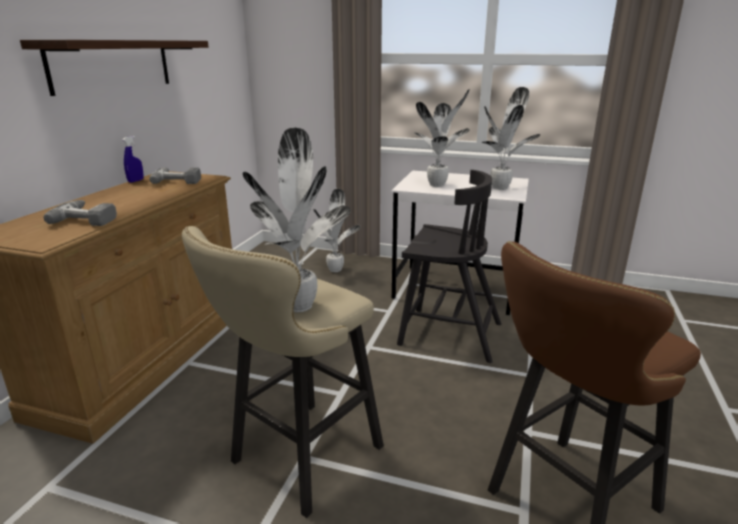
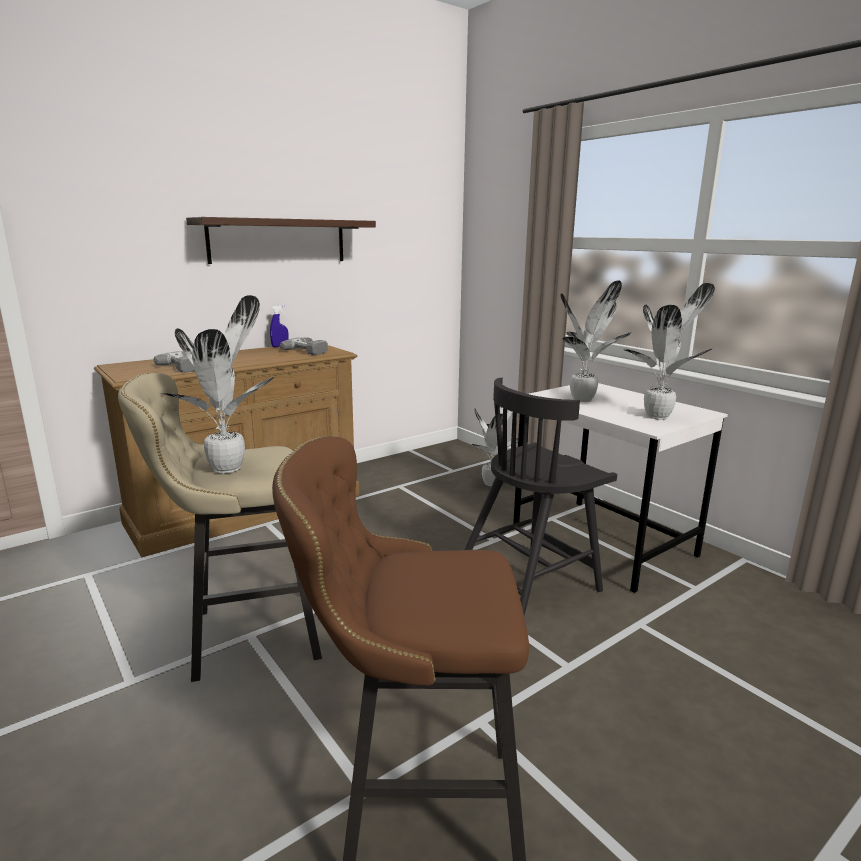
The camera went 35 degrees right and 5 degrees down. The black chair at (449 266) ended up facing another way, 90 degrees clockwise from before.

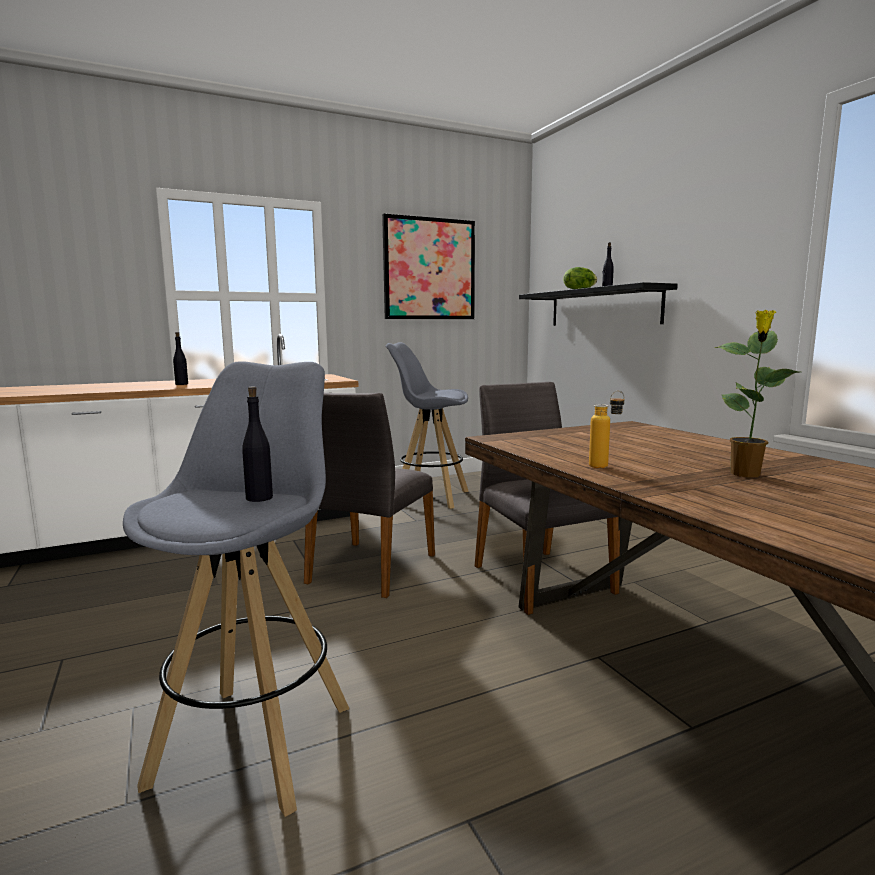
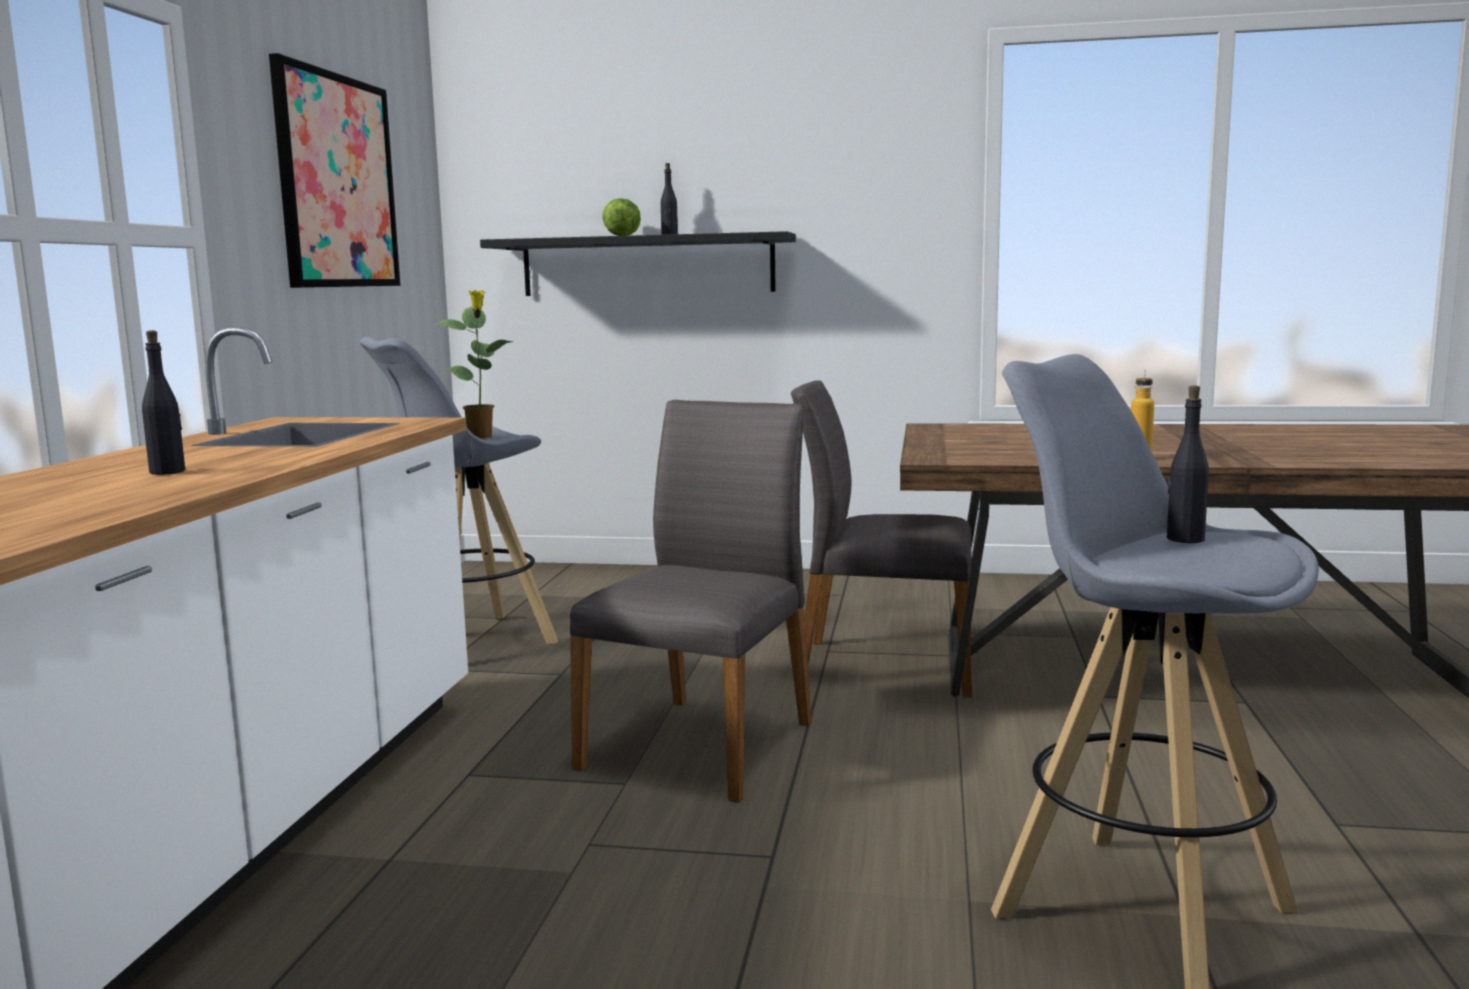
The camera went 55 degrees left and 0 degrees up. The potted plant ended up elsewhere, having gone from (757 393) to (474 364). The grey chair at (369 495) ended up facing another way, 120 degrees counterclockwise from before.

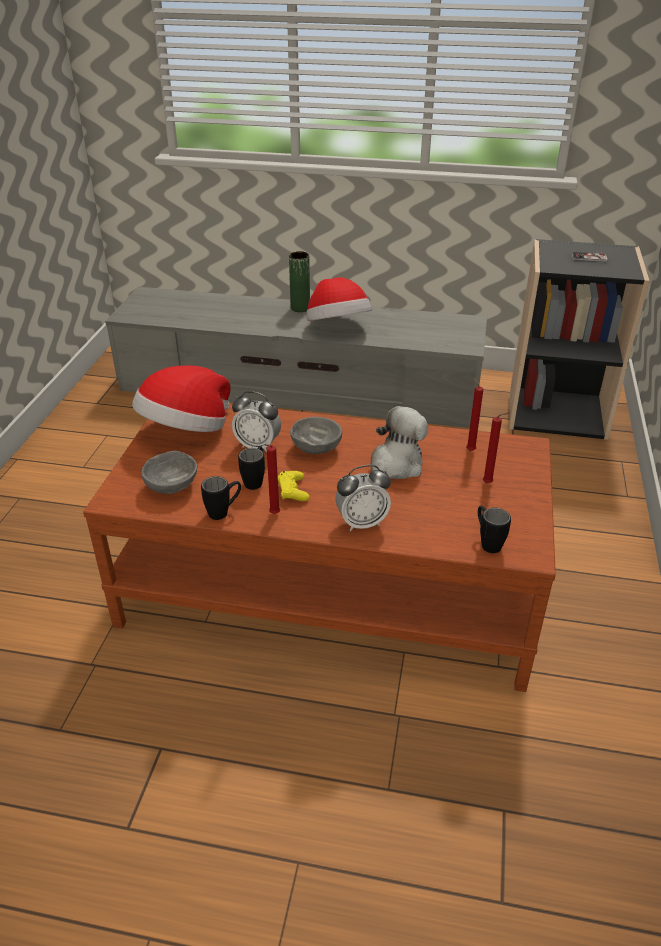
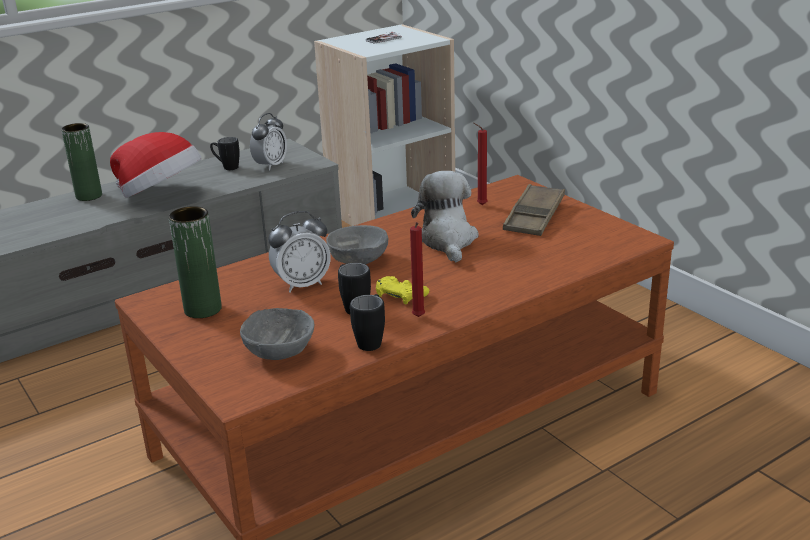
The camera went 45 degrees left and 10 degrees down. What was the black bookcase at (579 339) turned into the white bookcase at (384 125). Where the hat stood at (181 398), the green vase came to stand at (195 262). Where the red candle stood at (495 448), the brown tray came to stand at (534 210). The alarm clock ended up elsewhere, having gone from (363 498) to (268 141). The black mug ended up elsewhere, having gone from (494 529) to (225 153).

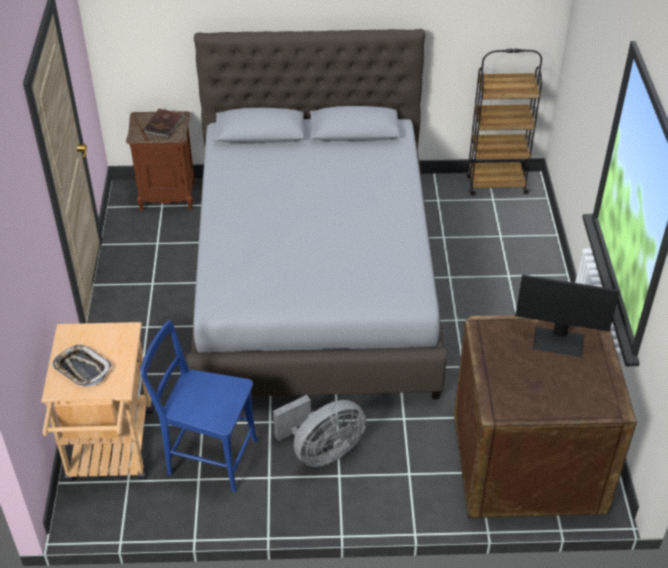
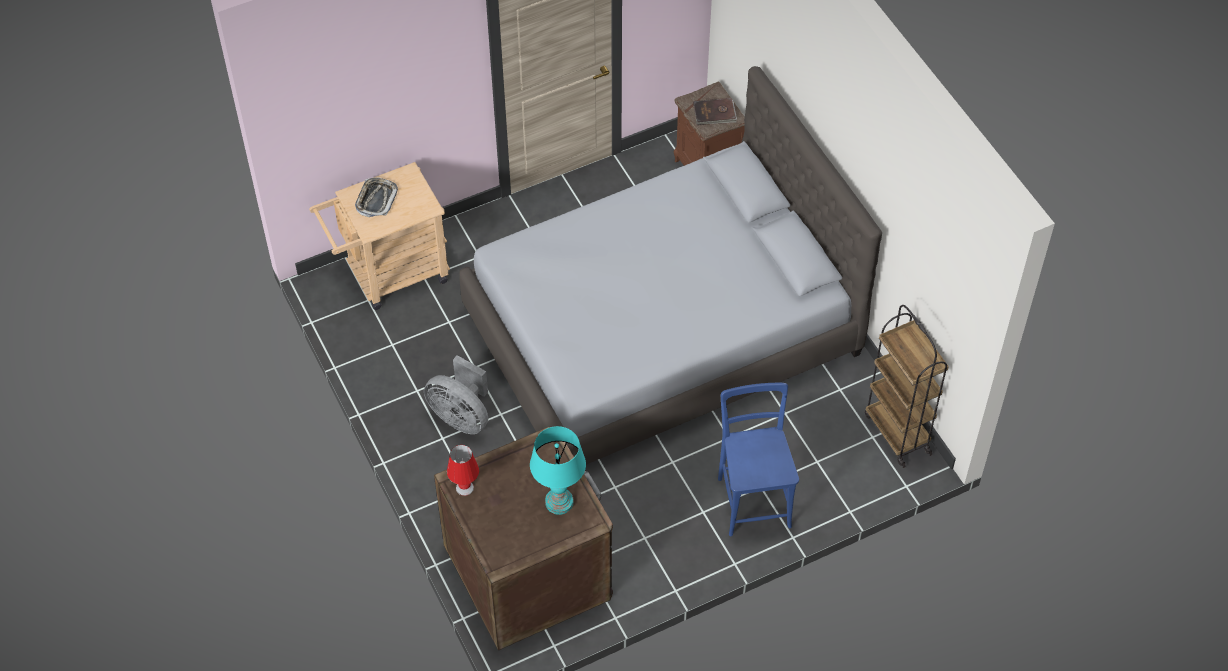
The camera went 65 degrees right and 10 degrees up. Where the monitor stood at (567 315), the turquoise table lamp came to stand at (558 470). The blue chair ended up elsewhere, having gone from (199 406) to (758 459). The second view gained the red table lamp at (463 470).

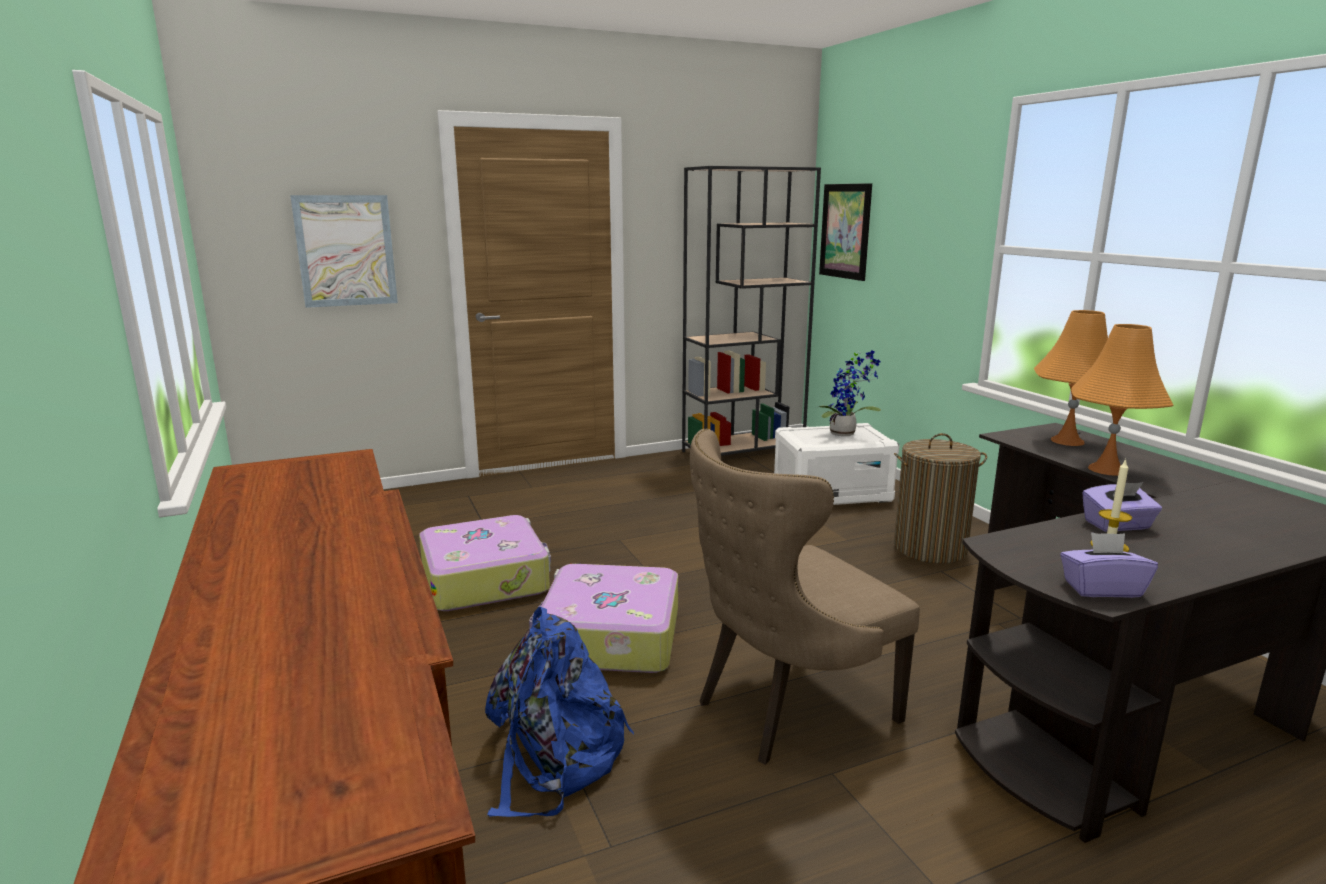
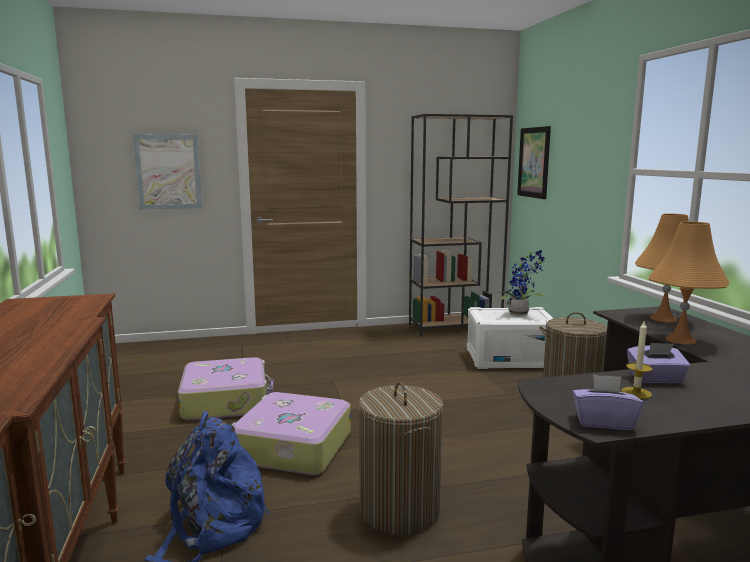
The camera went 10 degrees right and 5 degrees down. Where the beige chair stood at (805 597), the laundry basket came to stand at (401 458).

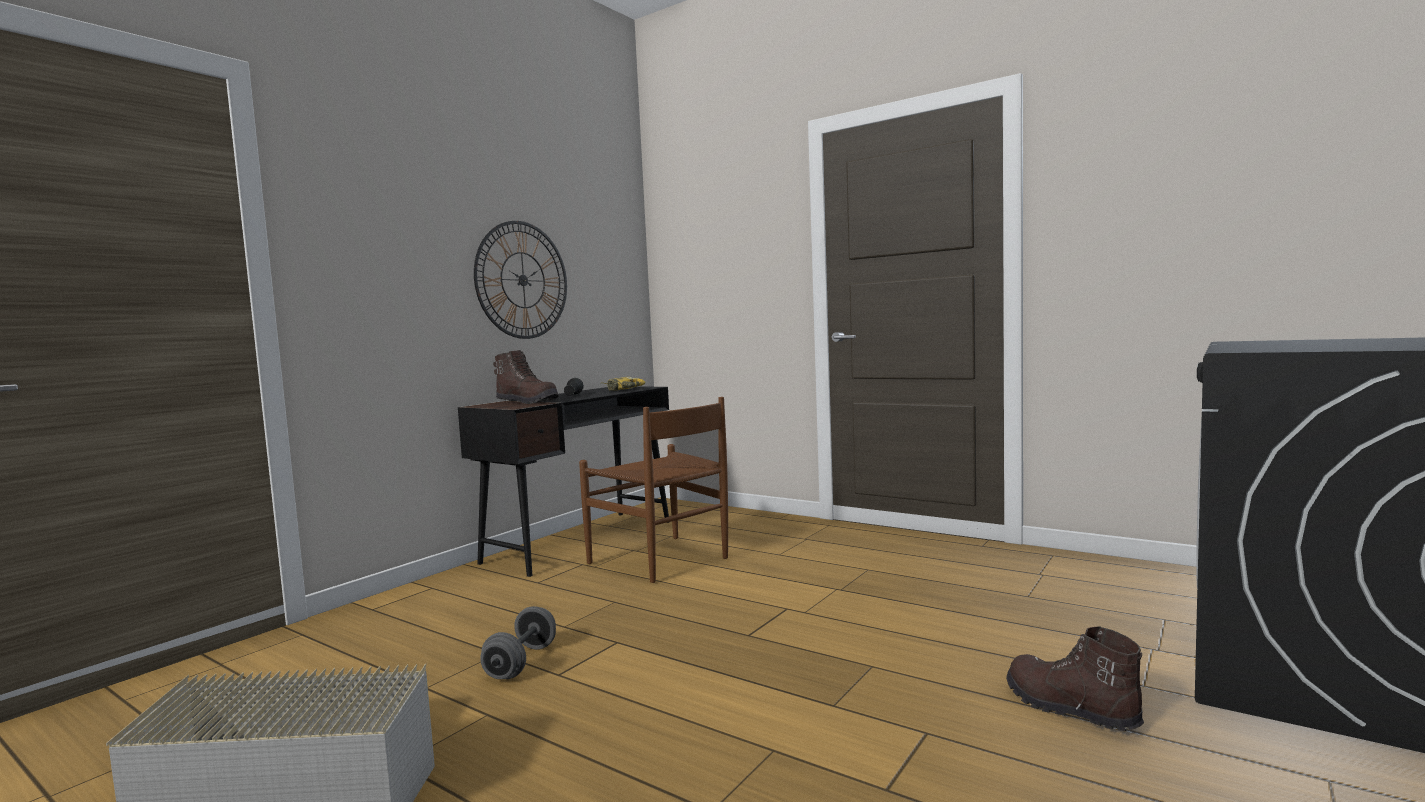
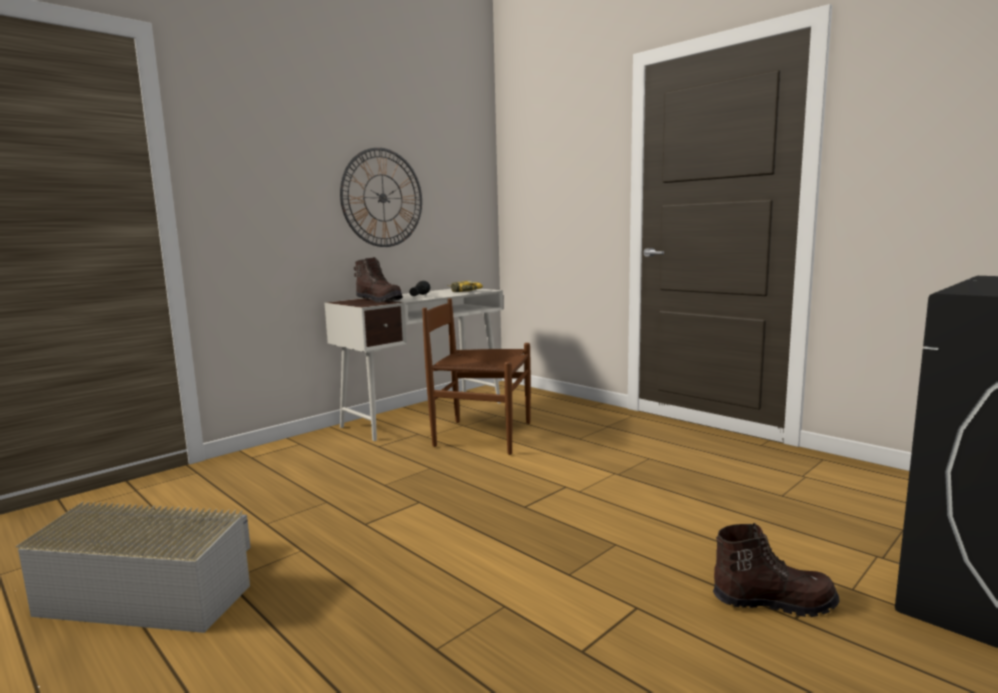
The camera went 10 degrees right and 5 degrees up. What was the black desk at (563 481) turned into the white desk at (413 365). The brown chair at (653 490) ended up facing another way, 135 degrees clockwise from before. The second view lost the grey dumbbell at (518 642). The brown boot at (1075 679) ended up facing another way, 120 degrees clockwise from before.

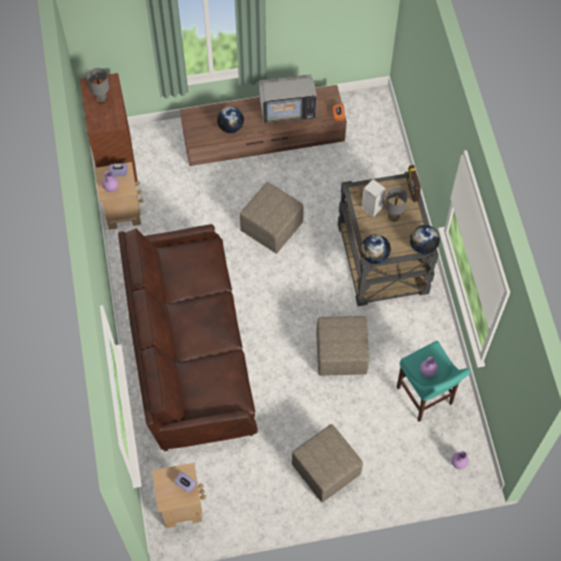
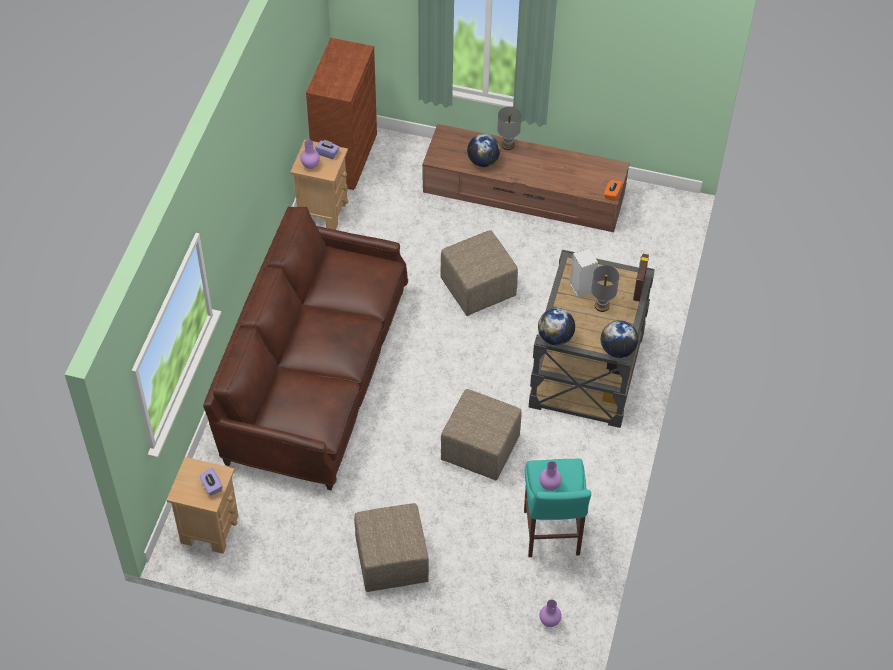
The camera went 25 degrees right and 10 degrees down. The grey table lamp ended up elsewhere, having gone from (98 86) to (509 128). The second view lost the television at (288 99).

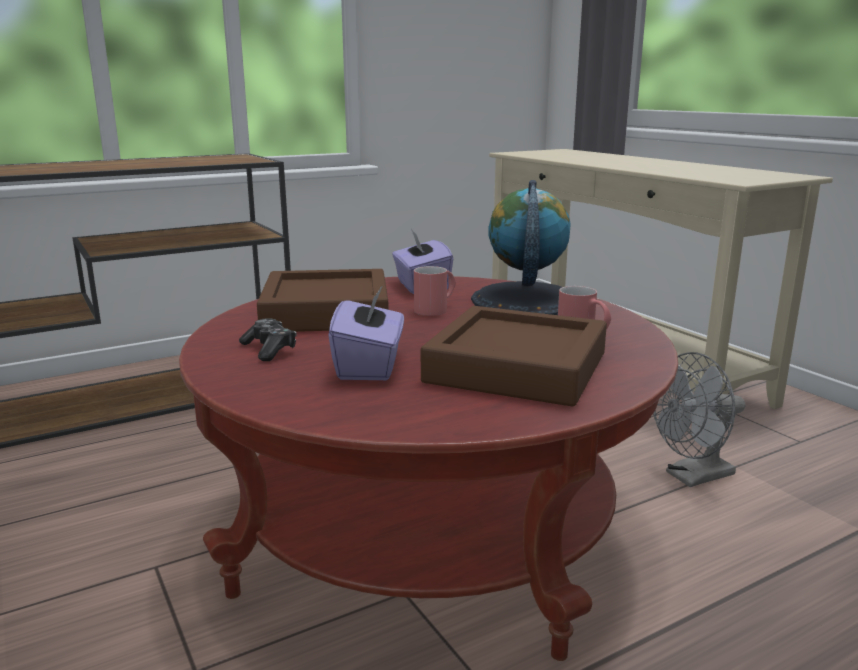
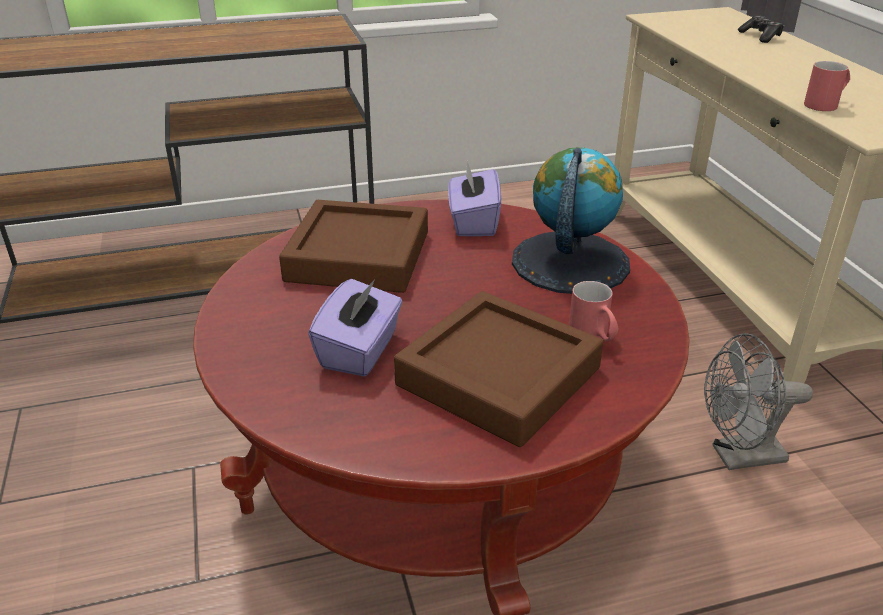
The camera went 15 degrees right and 15 degrees up. The red mug ended up elsewhere, having gone from (435 291) to (827 86). The game controller ended up elsewhere, having gone from (267 339) to (761 29).

